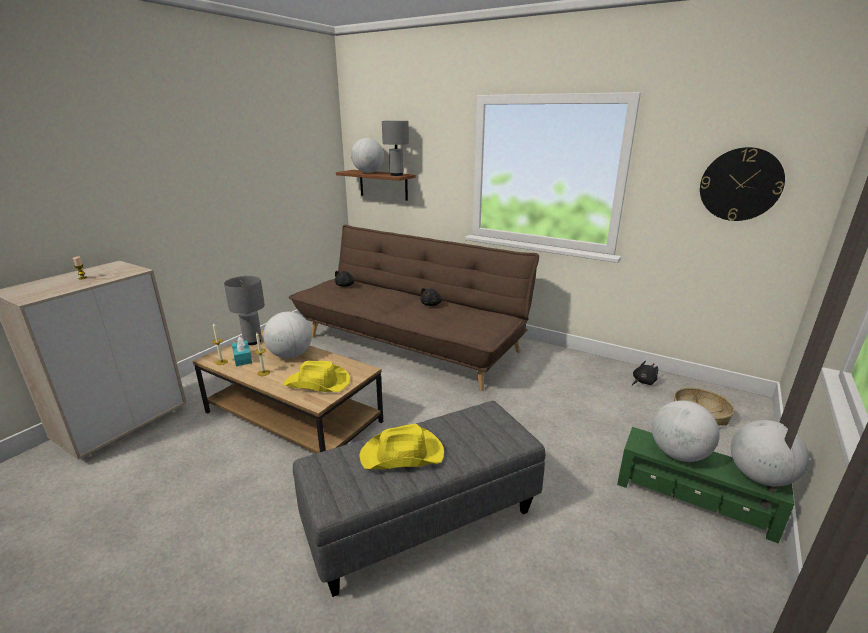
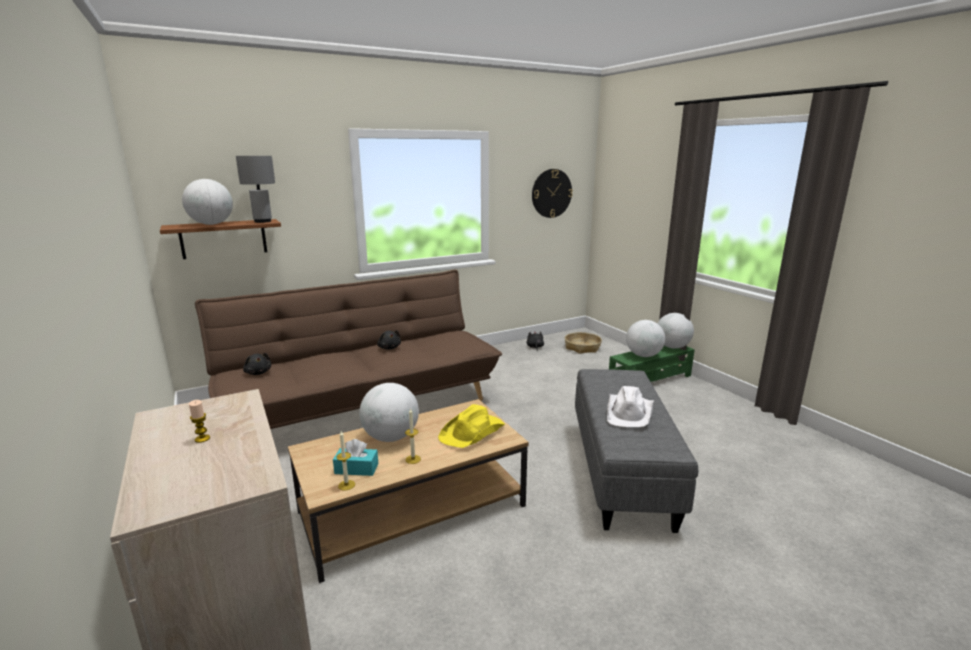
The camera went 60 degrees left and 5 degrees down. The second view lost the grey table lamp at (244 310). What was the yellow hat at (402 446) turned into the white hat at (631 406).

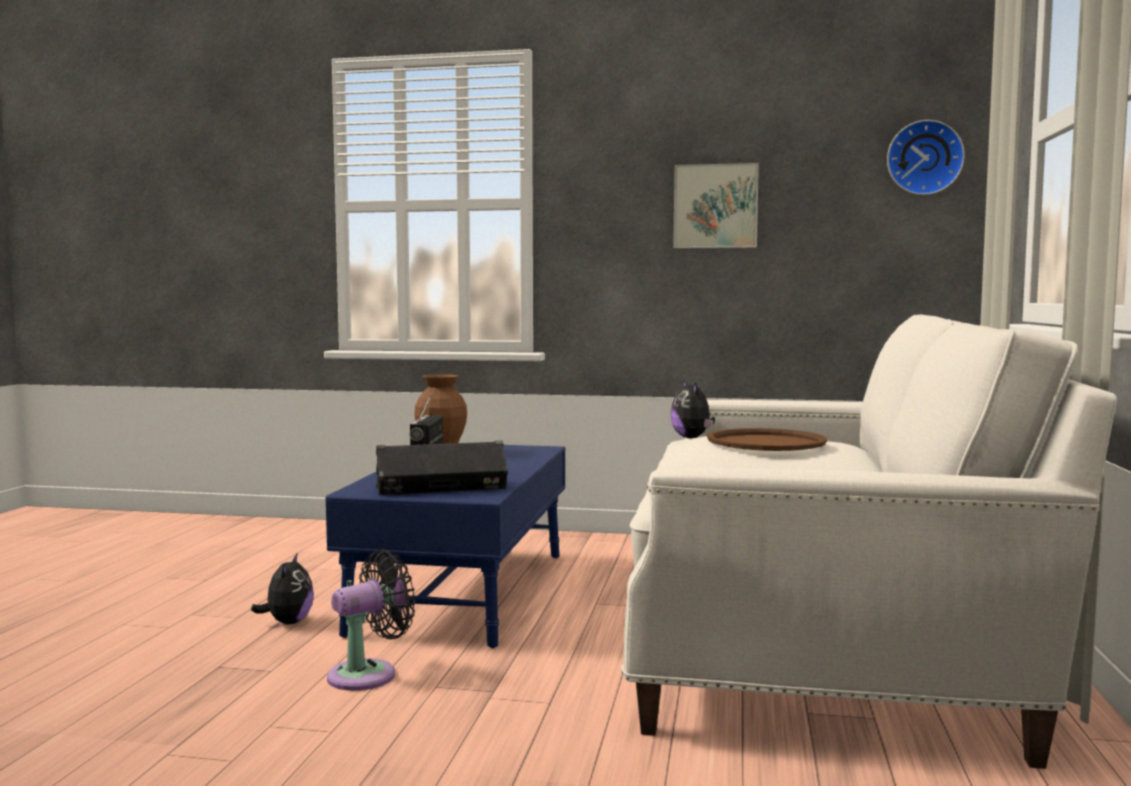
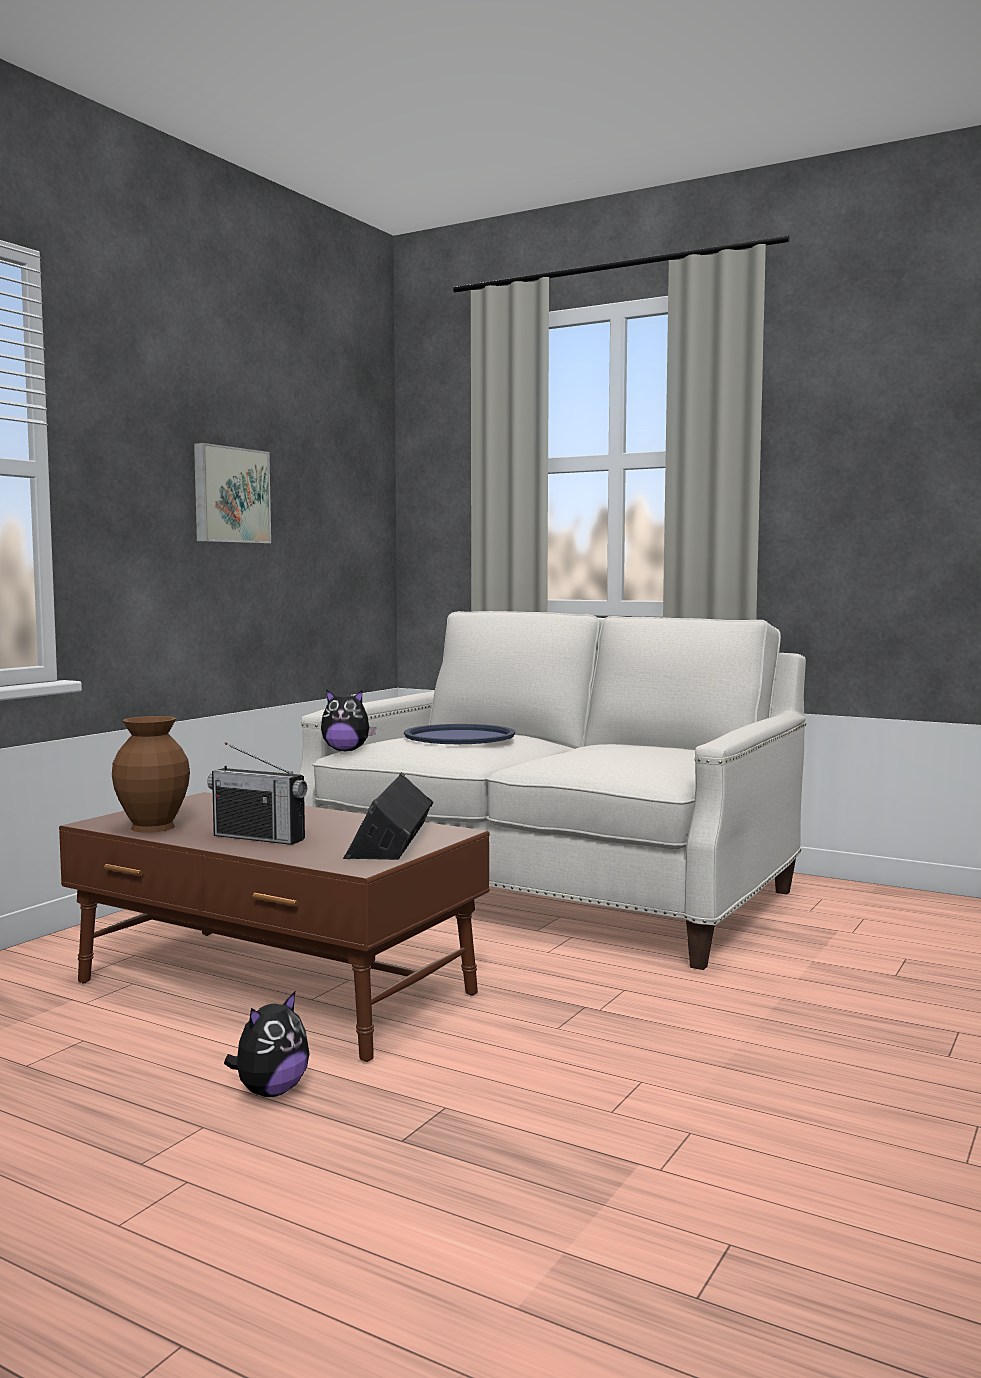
The camera went 70 degrees left and 0 degrees up. The second view lost the wall clock at (926 157). What was the brown tray at (767 439) turned into the blue tray at (459 734). What was the blue coffee table at (445 546) turned into the brown coffee table at (274 927). The second view lost the black fan at (371 620). The plush toy at (282 588) ended up facing another way, 105 degrees clockwise from before.

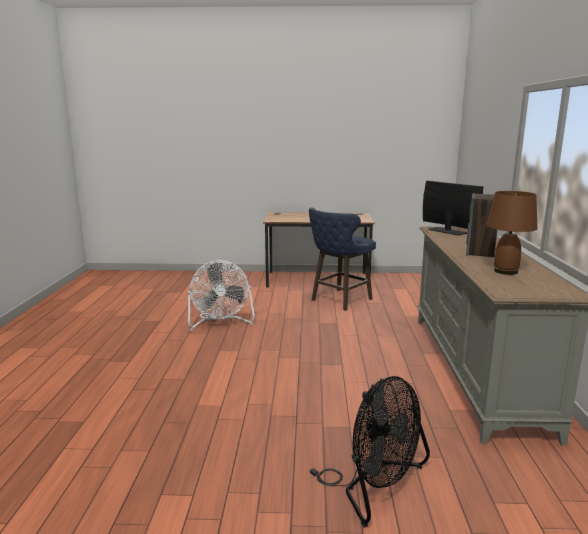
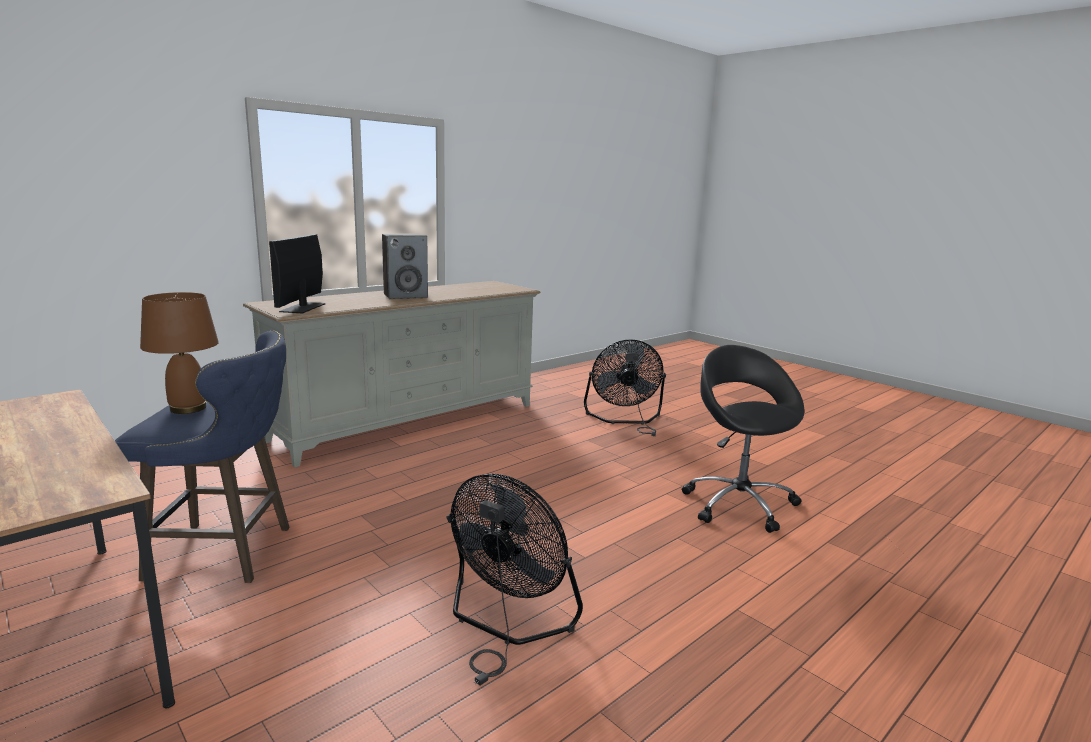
The camera went 135 degrees left and 0 degrees up. The brown table lamp ended up elsewhere, having gone from (511 233) to (179 353). What was the white fan at (221 295) turned into the black fan at (514 579). The second view gained the black office chair at (743 439).

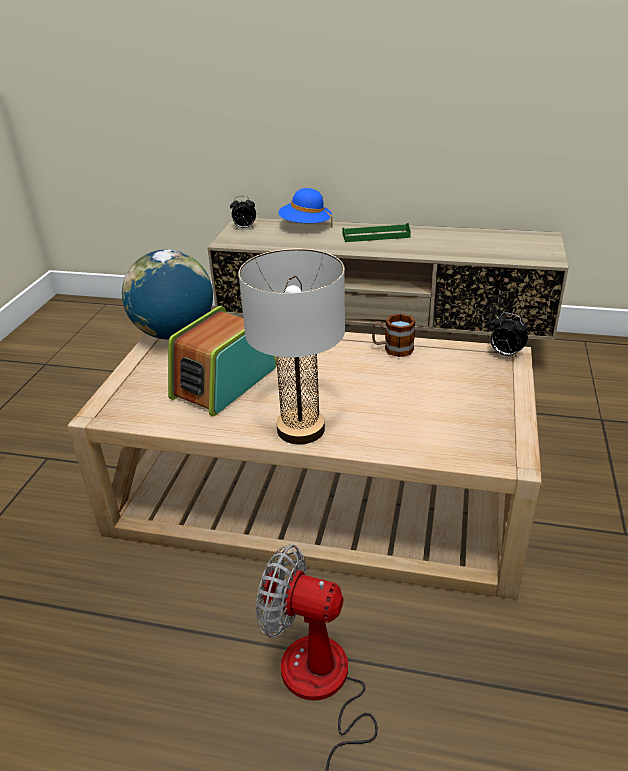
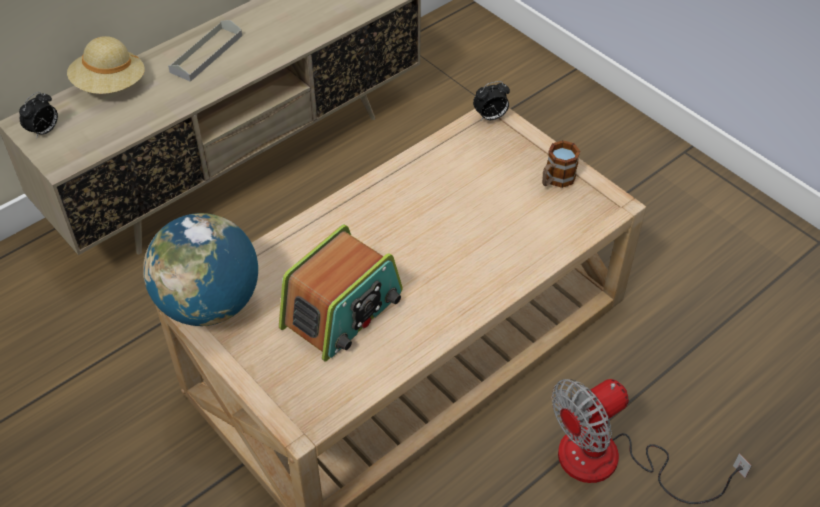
The camera went 55 degrees left and 15 degrees up. What was the blue hat at (305 207) turned into the beige hat at (106 65). What was the green tray at (376 232) turned into the grey tray at (205 51). The second view lost the table lamp at (292 346). The radio at (222 361) ended up facing another way, 120 degrees counterclockwise from before. The mug ended up elsewhere, having gone from (394 335) to (561 164).

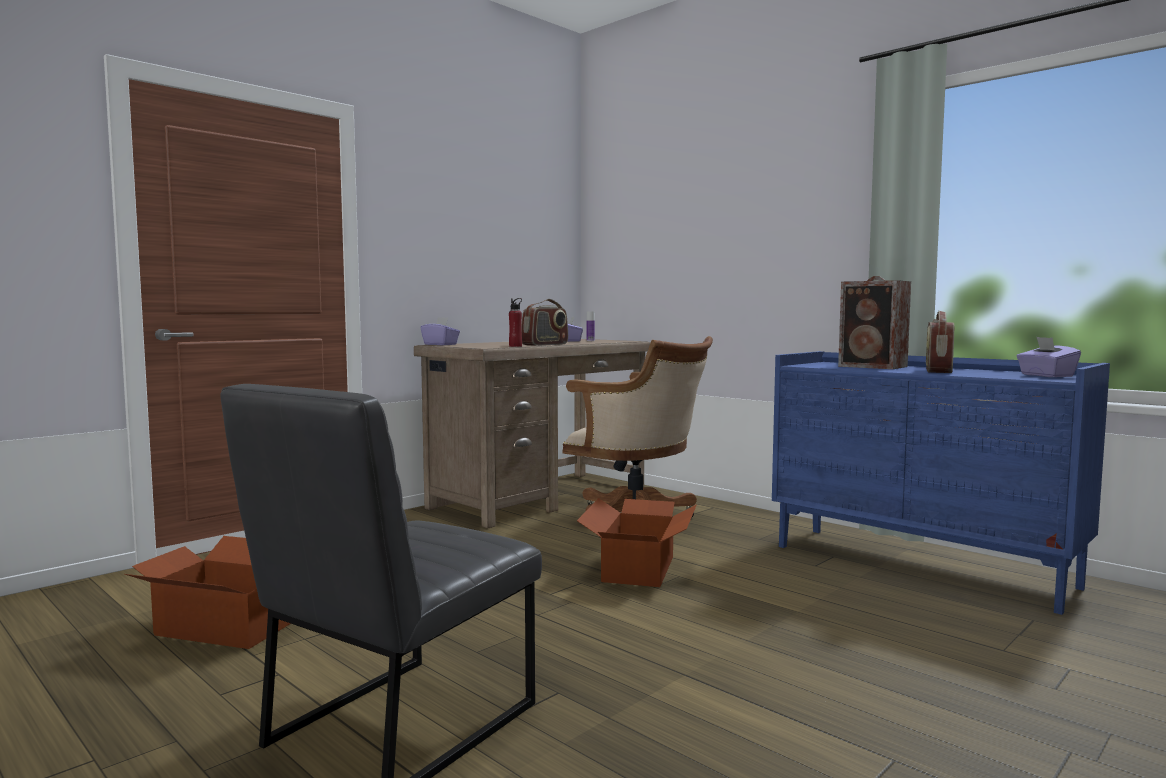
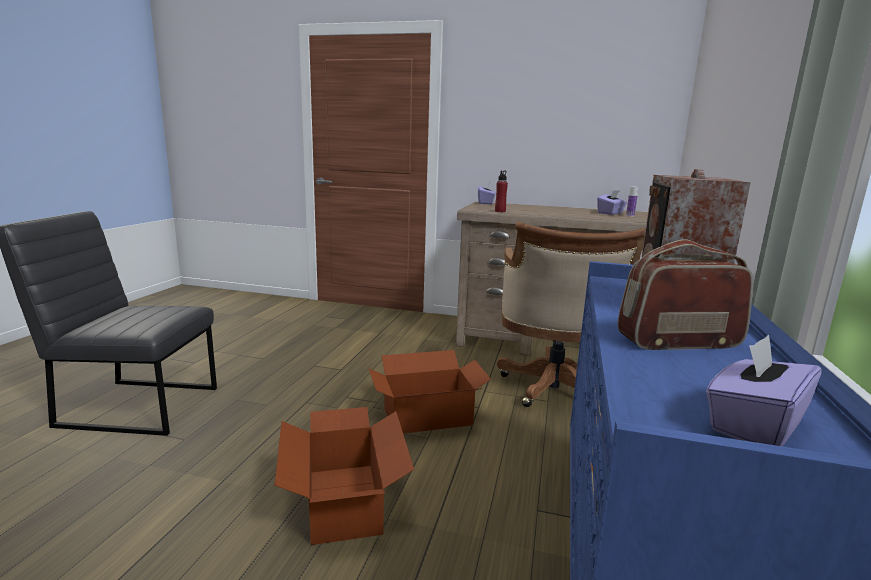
The camera went 60 degrees right and 10 degrees up. The second view lost the radio at (544 322). The cardboard box ended up elsewhere, having gone from (208 592) to (344 476).

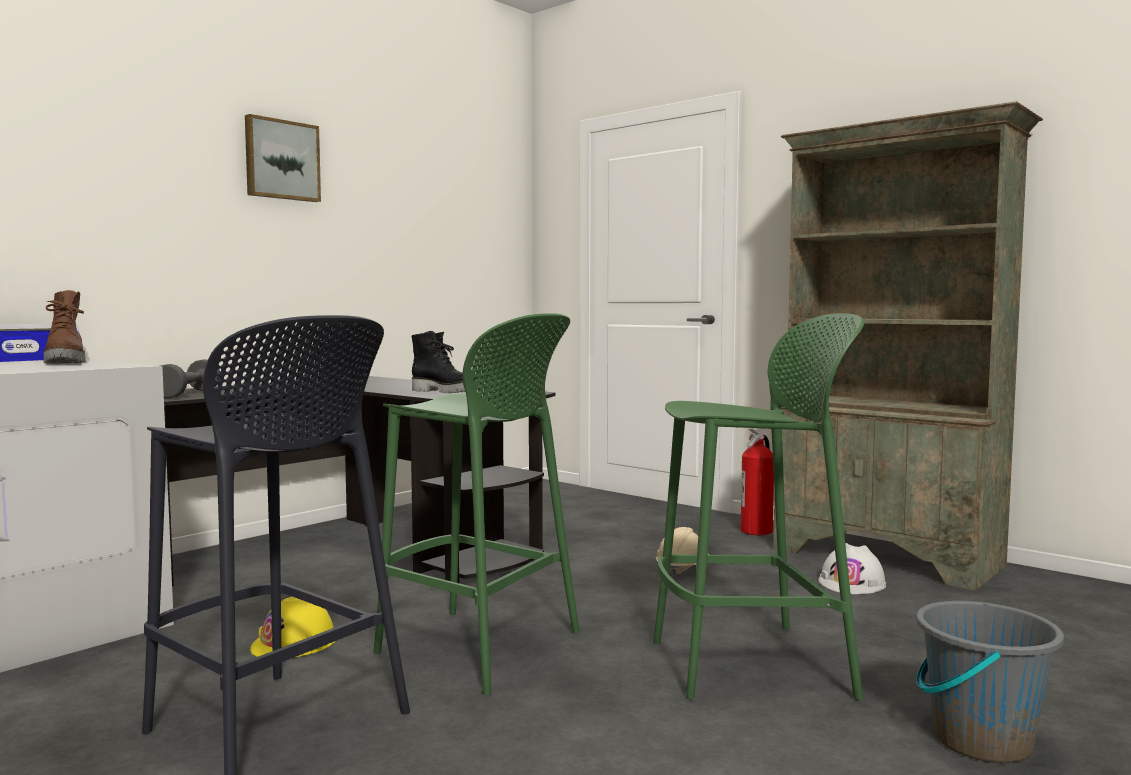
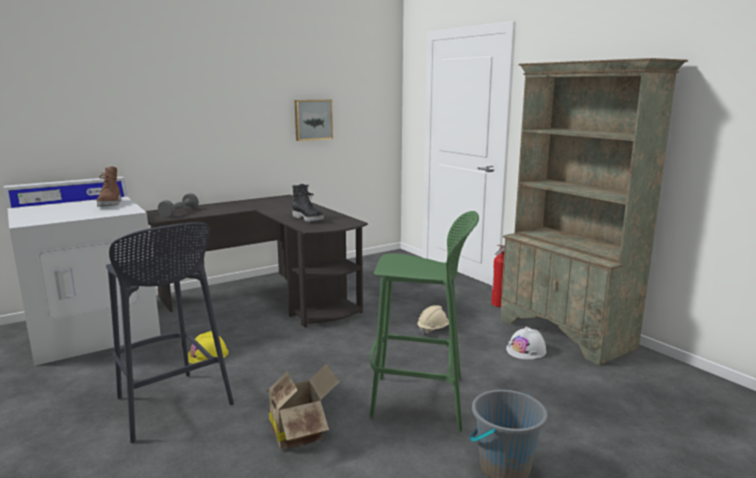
The camera went 15 degrees right and 10 degrees up. The picture ended up elsewhere, having gone from (283 158) to (314 120). The second view lost the green stool at (477 504). The second view gained the cardboard box at (302 406).

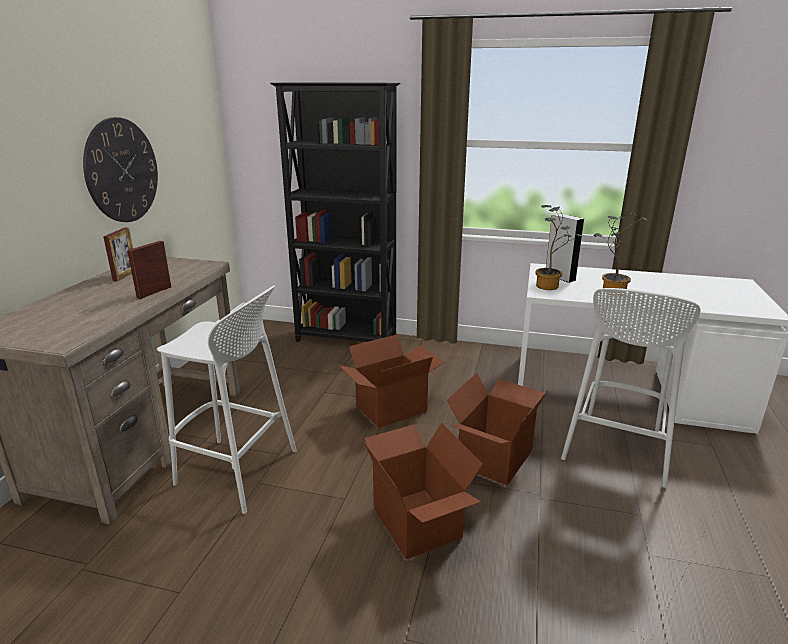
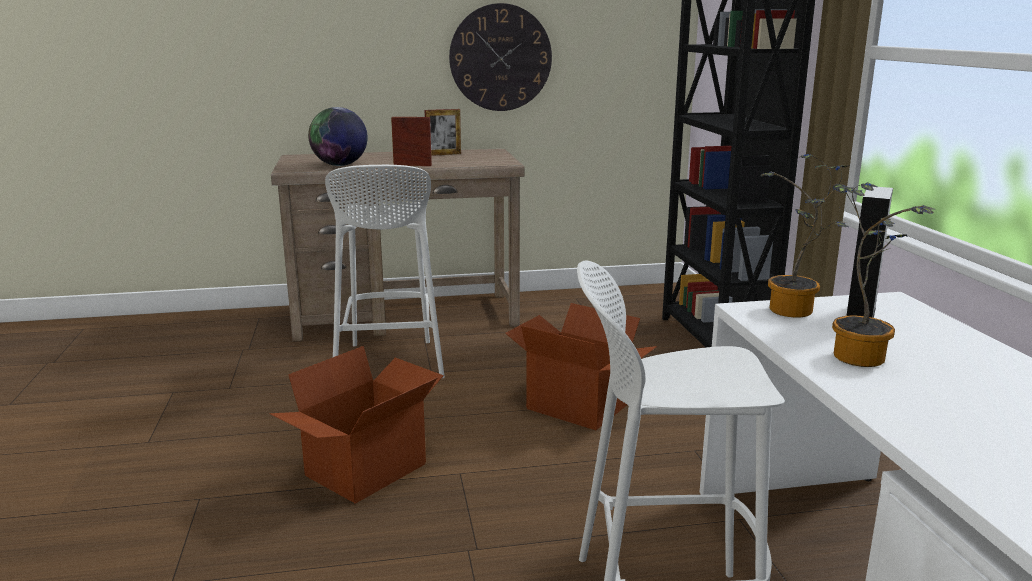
The camera went 65 degrees right and 5 degrees down. The second view lost the cardboard box at (497 429). The second view gained the globe at (338 136).

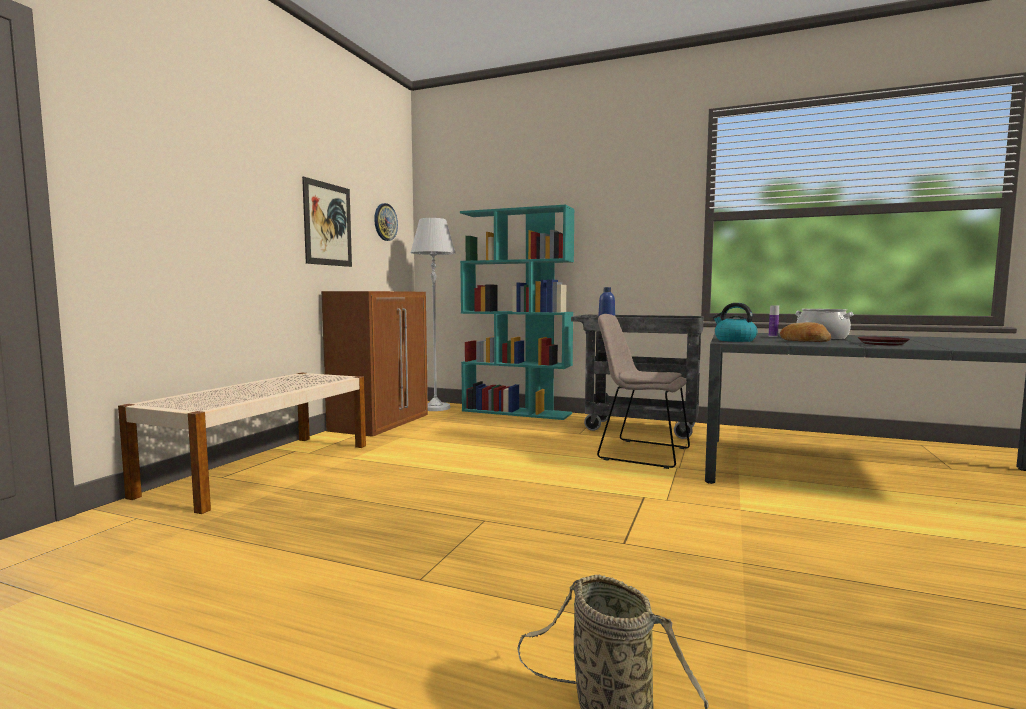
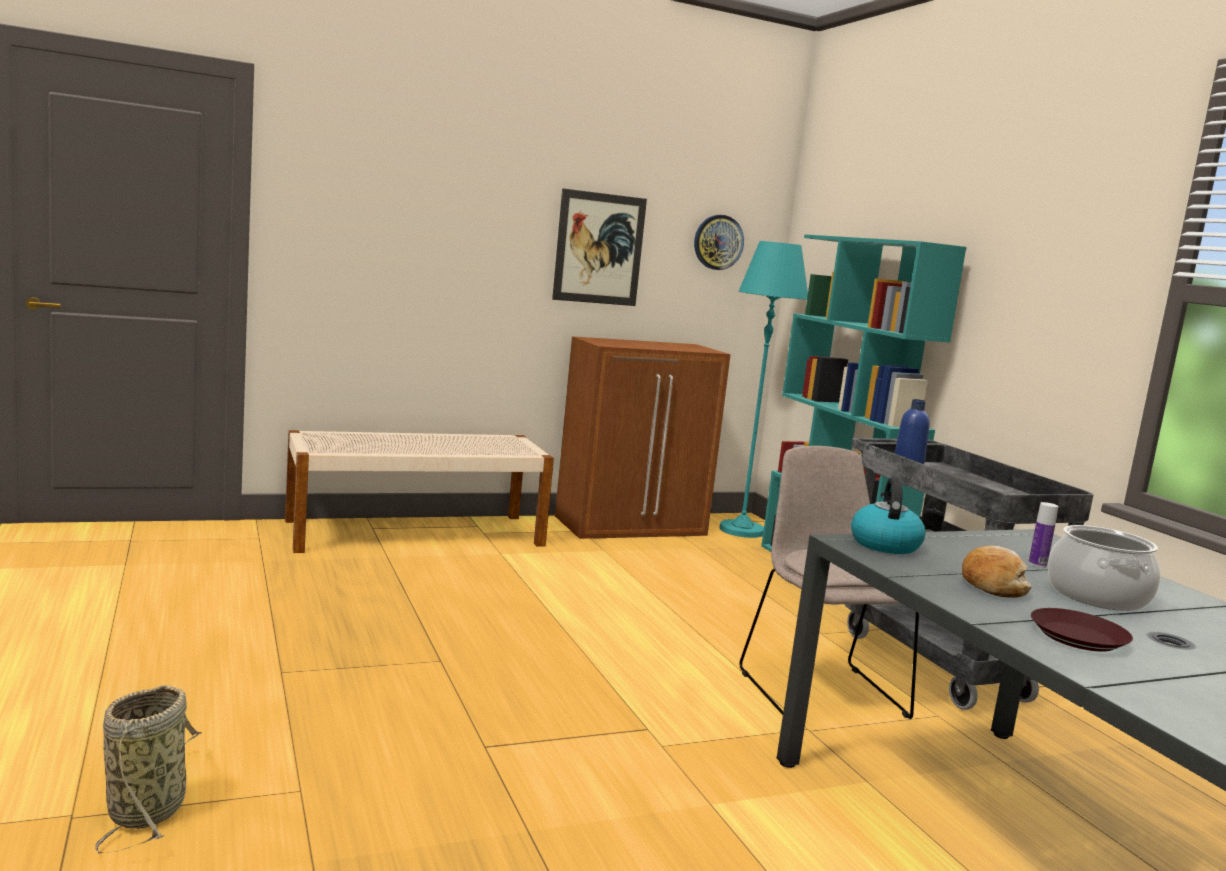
The camera went 45 degrees right and 5 degrees up. What was the white floor lamp at (433 314) turned into the turquoise floor lamp at (763 389).

